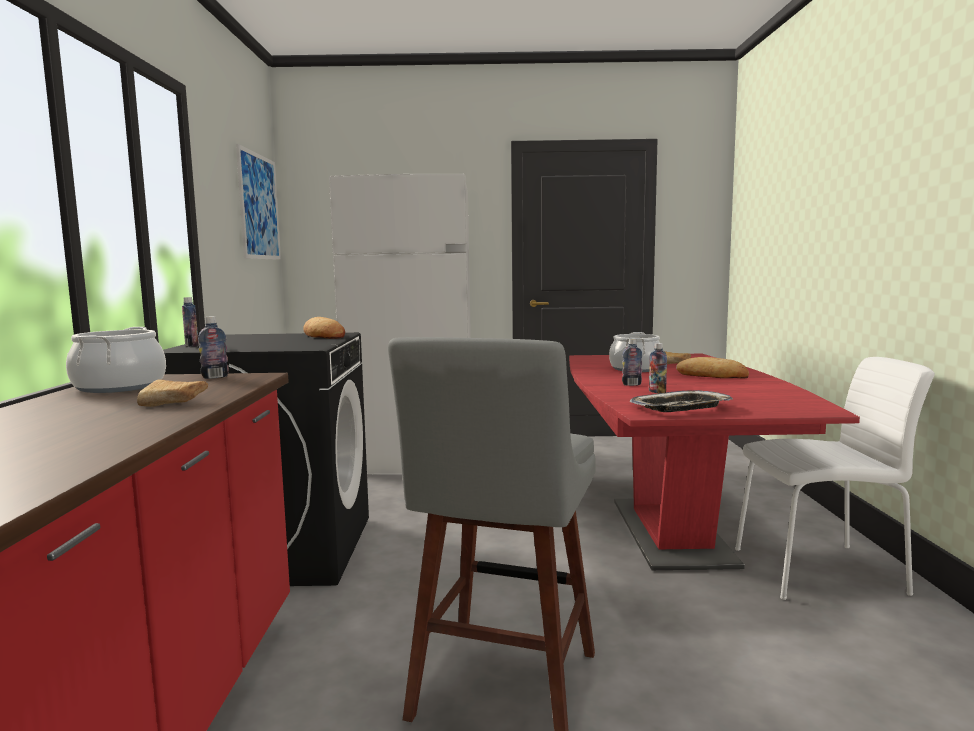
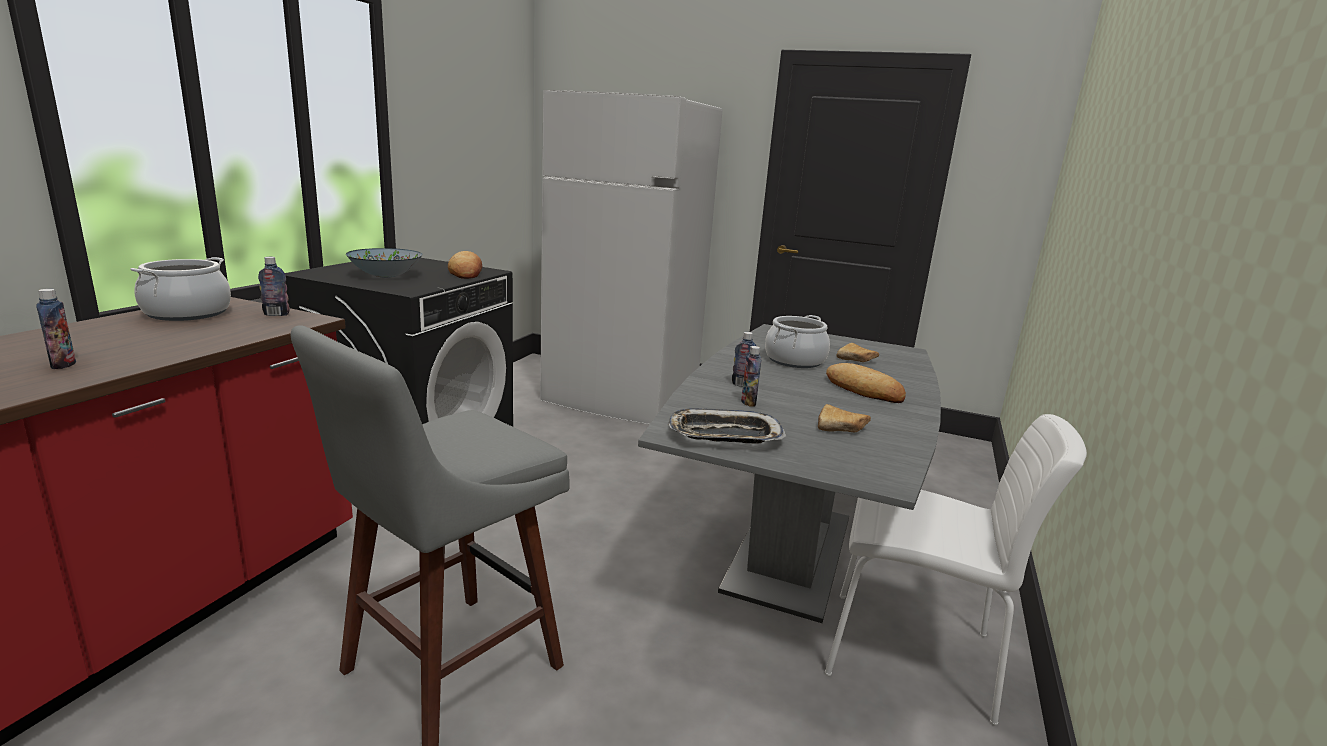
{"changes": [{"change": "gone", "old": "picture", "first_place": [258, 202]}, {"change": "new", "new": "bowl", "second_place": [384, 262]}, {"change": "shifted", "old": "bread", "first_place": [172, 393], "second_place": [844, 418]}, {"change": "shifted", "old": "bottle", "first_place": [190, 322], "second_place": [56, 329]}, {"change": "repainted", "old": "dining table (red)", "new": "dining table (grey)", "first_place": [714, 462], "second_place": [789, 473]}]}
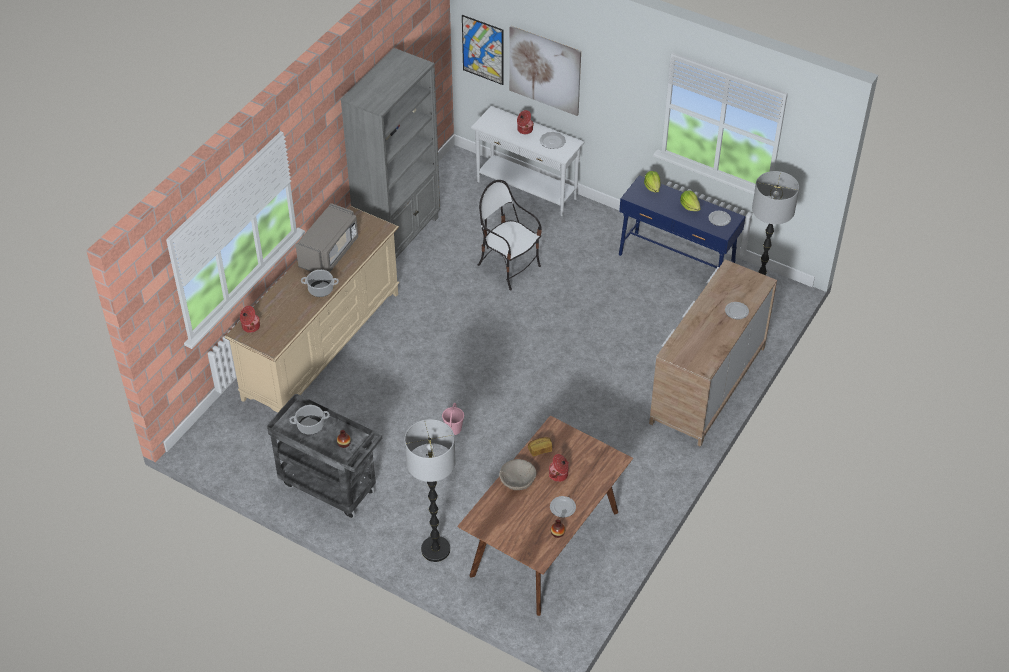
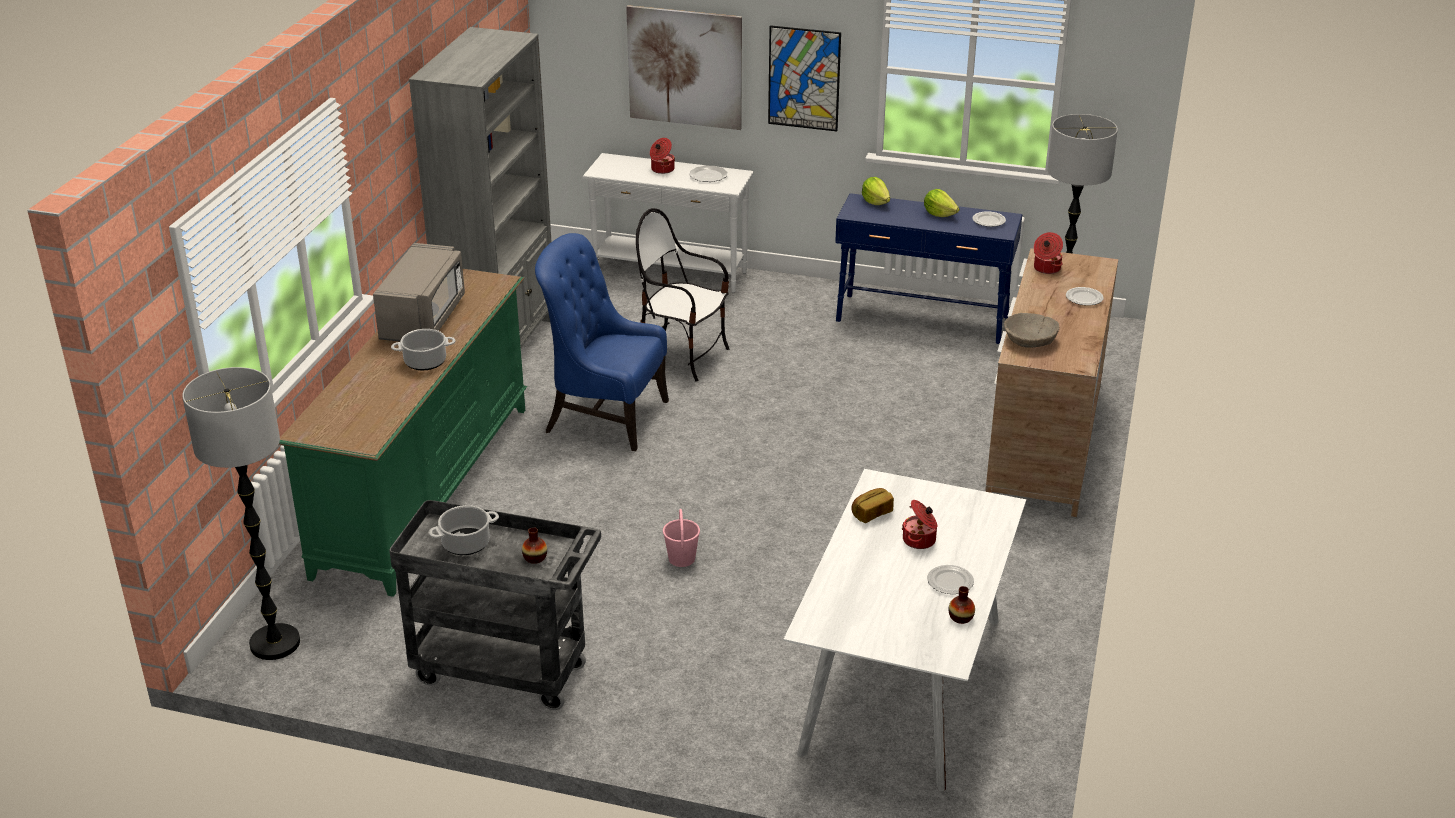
{"changes": [{"change": "new", "new": "chair (blue)", "second_place": [602, 342]}, {"change": "shifted", "old": "cooking pot", "first_place": [250, 319], "second_place": [1048, 253]}, {"change": "shifted", "old": "floor lamp", "first_place": [430, 490], "second_place": [241, 513]}, {"change": "shifted", "old": "picture", "first_place": [482, 50], "second_place": [804, 78]}, {"change": "shifted", "old": "bowl (beige)", "first_place": [517, 474], "second_place": [1031, 330]}, {"change": "repainted", "old": "cabinet (beige)", "new": "cabinet (green)", "first_place": [312, 309], "second_place": [403, 433]}, {"change": "repainted", "old": "dining table (brown)", "new": "dining table (white)", "first_place": [545, 516], "second_place": [905, 630]}]}
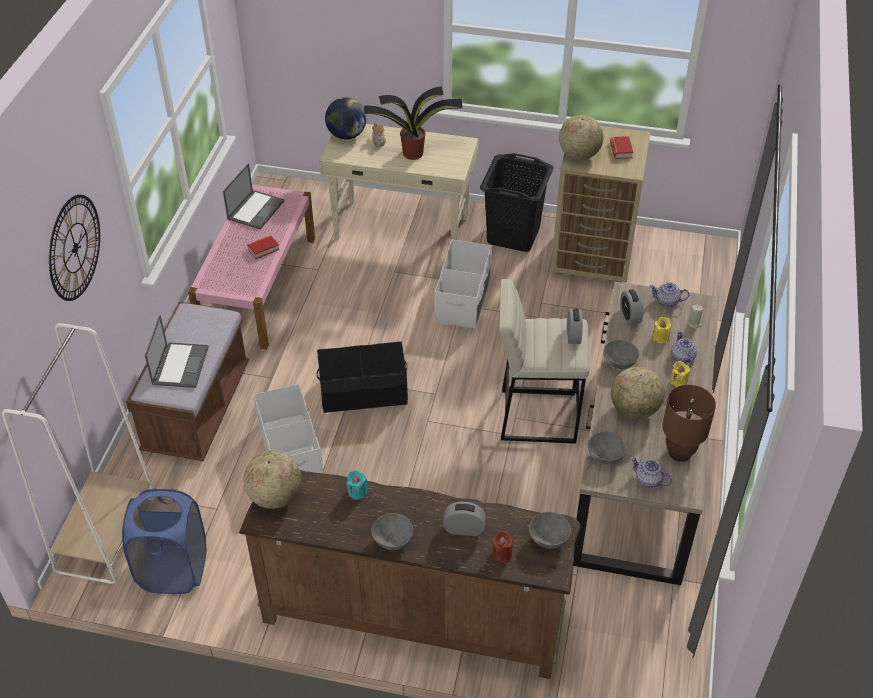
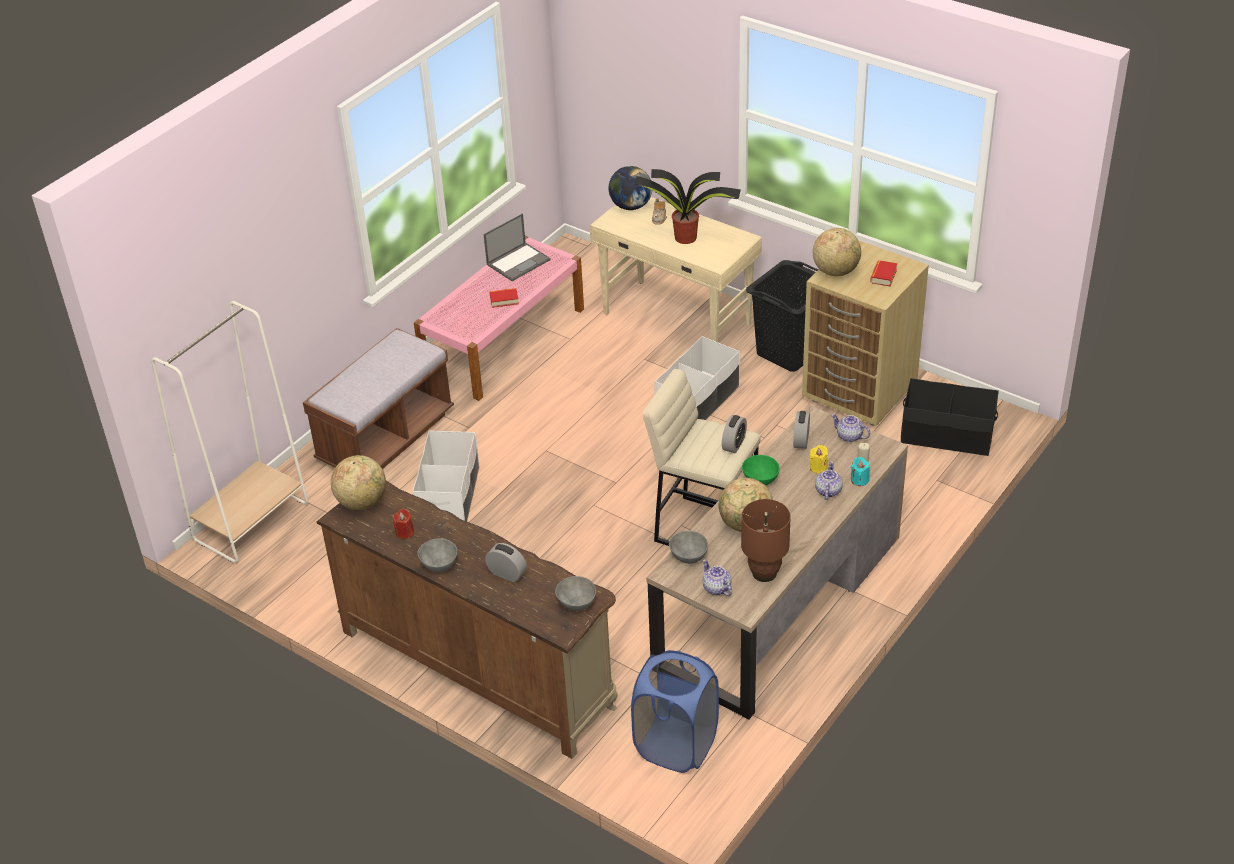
{"changes": [{"change": "gone", "old": "wall clock", "first_place": [74, 248]}, {"change": "gone", "old": "laptop", "first_place": [177, 351]}, {"change": "gone", "old": "candle (yellow)", "first_place": [680, 374]}, {"change": "shifted", "old": "laundry basket (blue)", "first_place": [164, 541], "second_place": [675, 711]}, {"change": "shifted", "old": "storage box (black)", "first_place": [362, 377], "second_place": [950, 417]}, {"change": "shifted", "old": "candle (turquoise)", "first_place": [357, 485], "second_place": [860, 471]}, {"change": "shifted", "old": "candle (red)", "first_place": [502, 546], "second_place": [403, 524]}, {"change": "repainted", "old": "bowl (grey)", "new": "bowl (green)", "first_place": [621, 354], "second_place": [761, 470]}]}
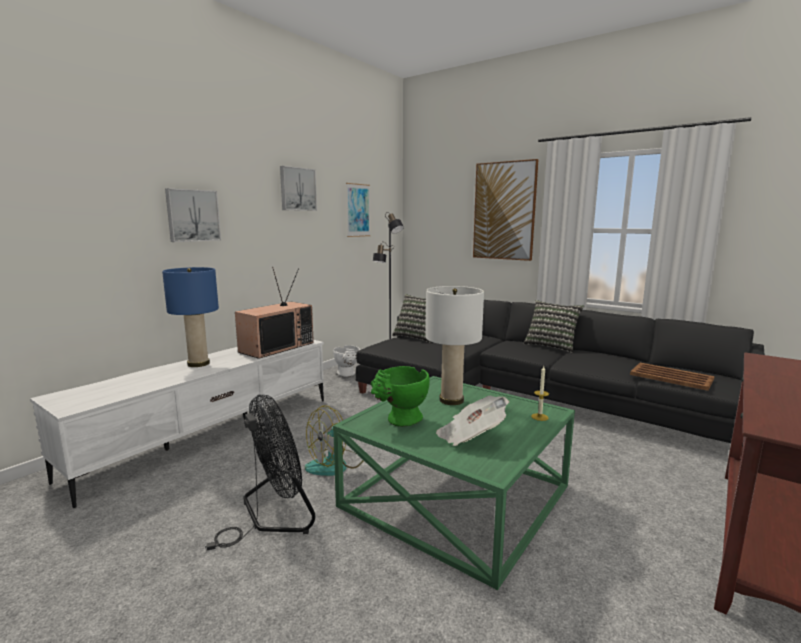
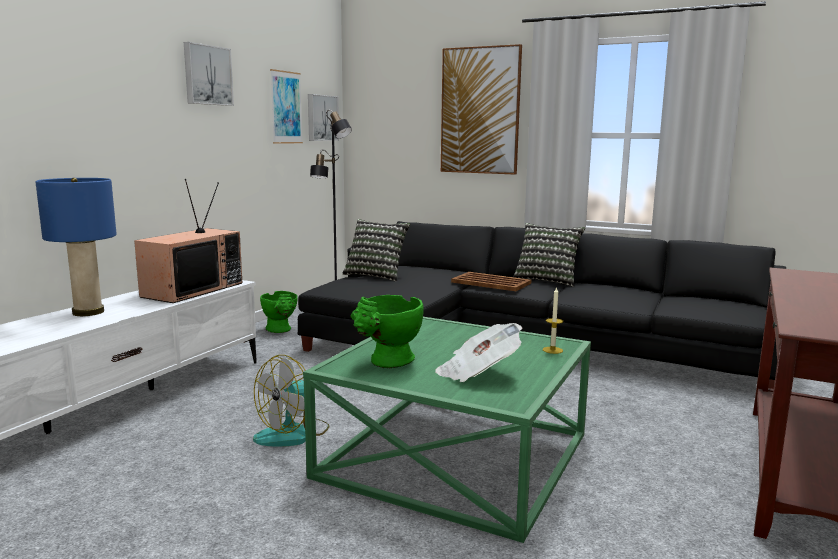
{"changes": [{"change": "gone", "old": "fan (black)", "first_place": [259, 472]}, {"change": "gone", "old": "table lamp (white)", "first_place": [454, 345]}, {"change": "shifted", "old": "picture", "first_place": [193, 215], "second_place": [323, 117]}, {"change": "shifted", "old": "tray (brown)", "first_place": [672, 377], "second_place": [491, 281]}, {"change": "repainted", "old": "vase (white)", "new": "vase (green)", "first_place": [346, 361], "second_place": [279, 312]}]}
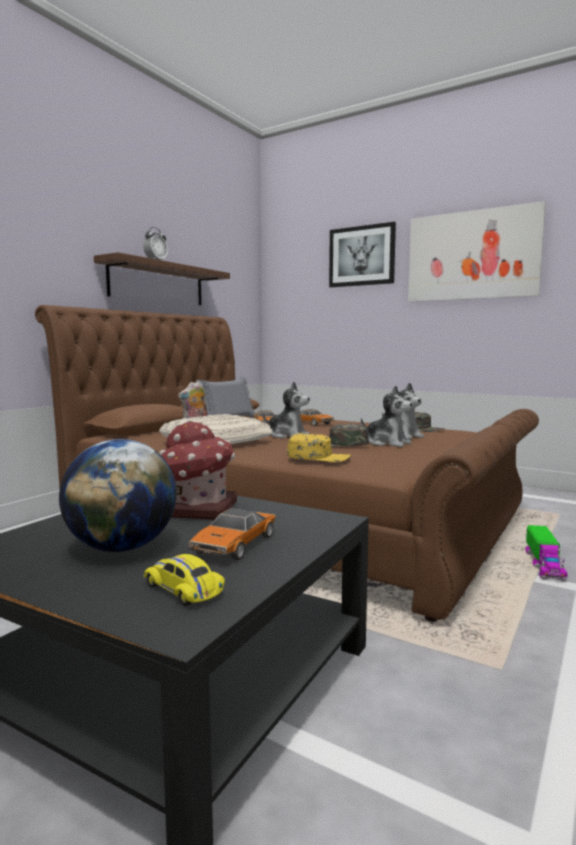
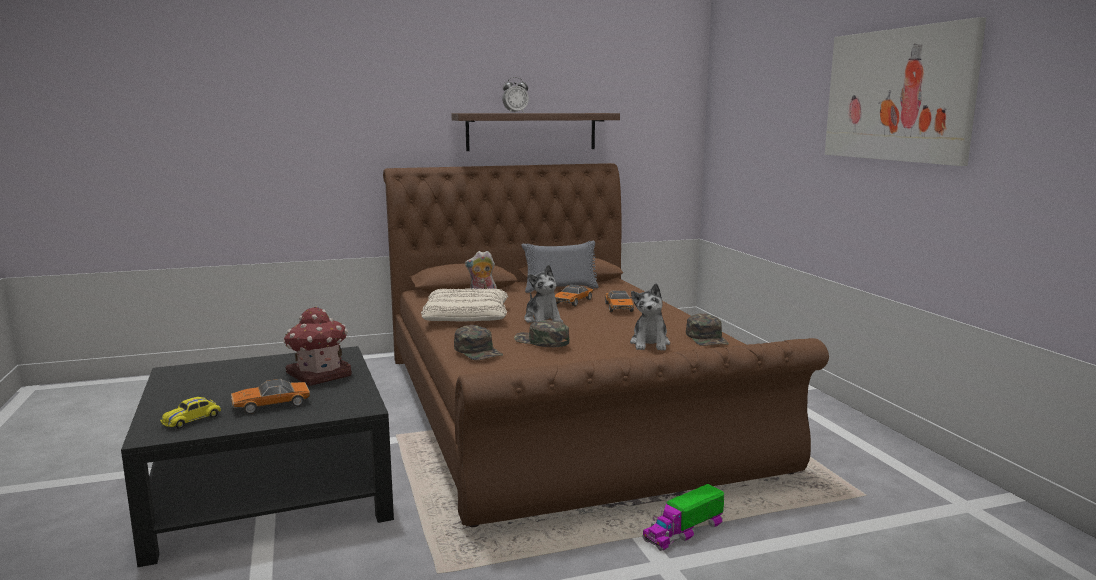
{"changes": [{"change": "gone", "old": "globe", "first_place": [118, 495]}, {"change": "gone", "old": "picture", "first_place": [362, 254]}, {"change": "gone", "old": "plush toy", "first_place": [386, 416]}, {"change": "repainted", "old": "cap (yellow)", "new": "cap (green)", "first_place": [319, 447], "second_place": [478, 342]}, {"change": "rotated", "old": "toy car (yellow)", "first_place": [184, 580], "second_place": [190, 413], "degrees": -135}]}
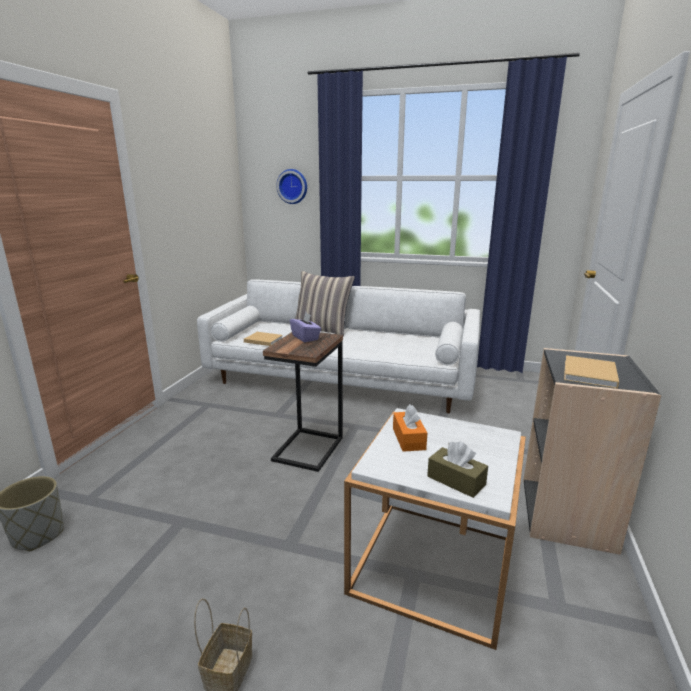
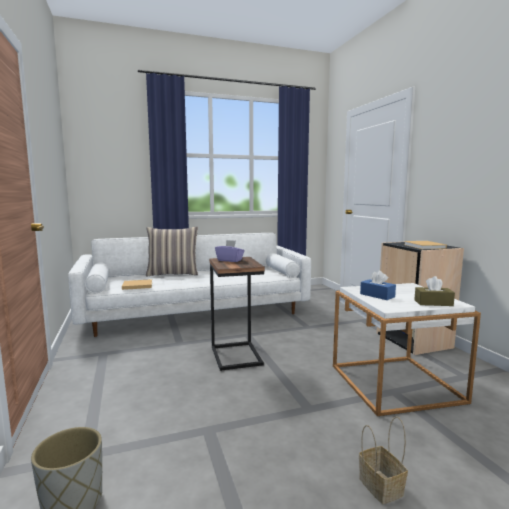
{"changes": [{"change": "gone", "old": "wall clock", "first_place": [291, 186]}, {"change": "repainted", "old": "tissue box (orange)", "new": "tissue box (blue)", "first_place": [410, 428], "second_place": [378, 285]}]}
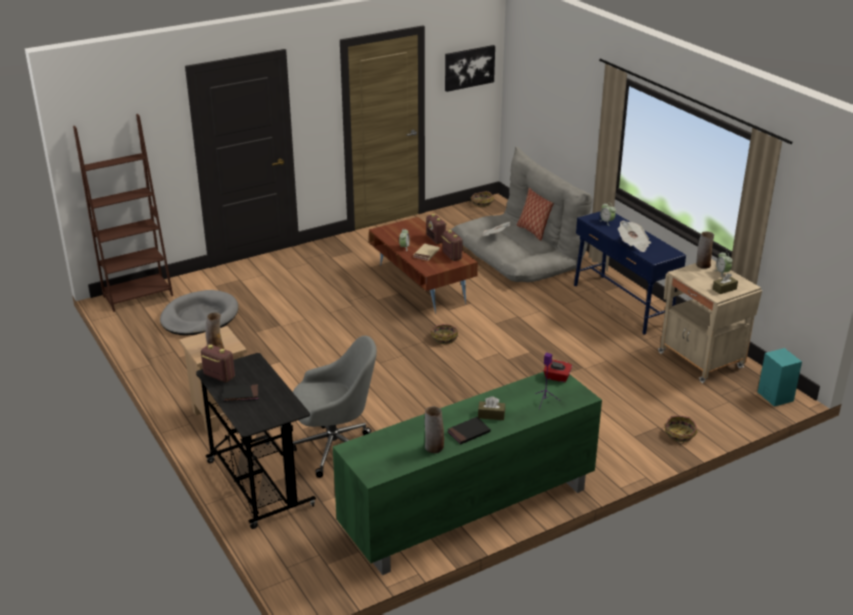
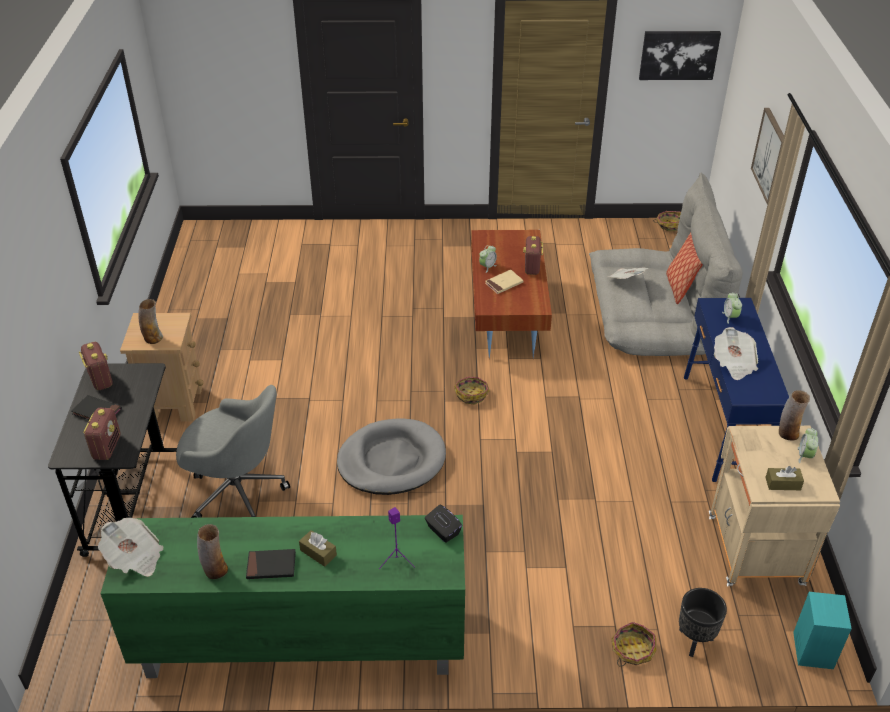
{"changes": [{"change": "gone", "old": "bookcase (brown)", "first_place": [123, 213]}, {"change": "new", "new": "newspaper", "second_place": [131, 547]}, {"change": "new", "new": "planter (black)", "second_place": [703, 622]}, {"change": "new", "new": "picture", "second_place": [767, 156]}, {"change": "shifted", "old": "dog bed (grey)", "first_place": [199, 312], "second_place": [391, 456]}, {"change": "shifted", "old": "radio", "first_place": [452, 245], "second_place": [102, 434]}, {"change": "repainted", "old": "tissue box (red)", "new": "tissue box (black)", "first_place": [557, 371], "second_place": [443, 523]}]}
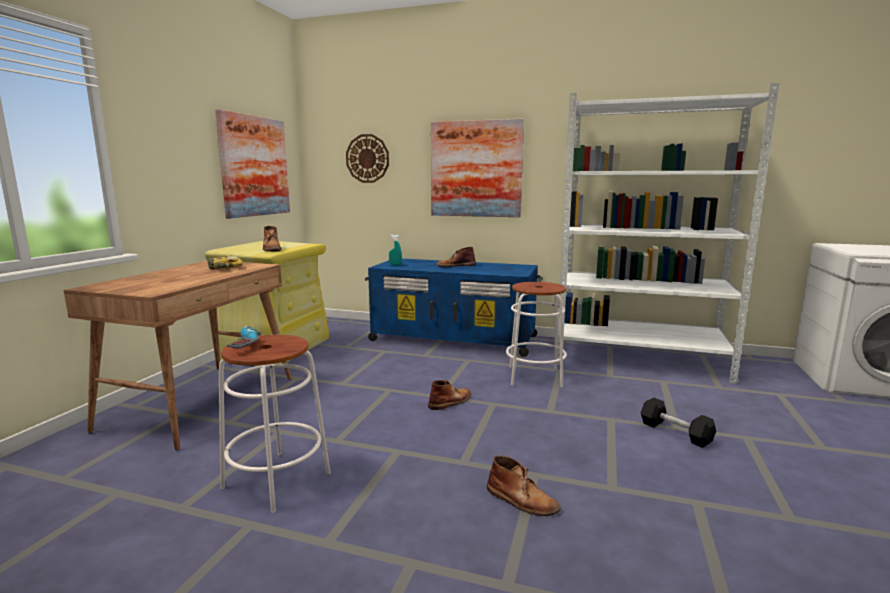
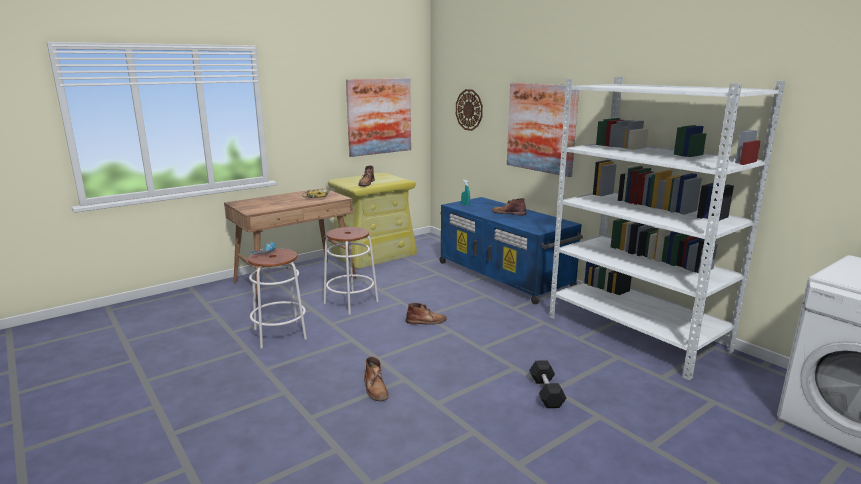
{"changes": [{"change": "shifted", "old": "stool (white)", "first_place": [536, 335], "second_place": [351, 271]}]}
